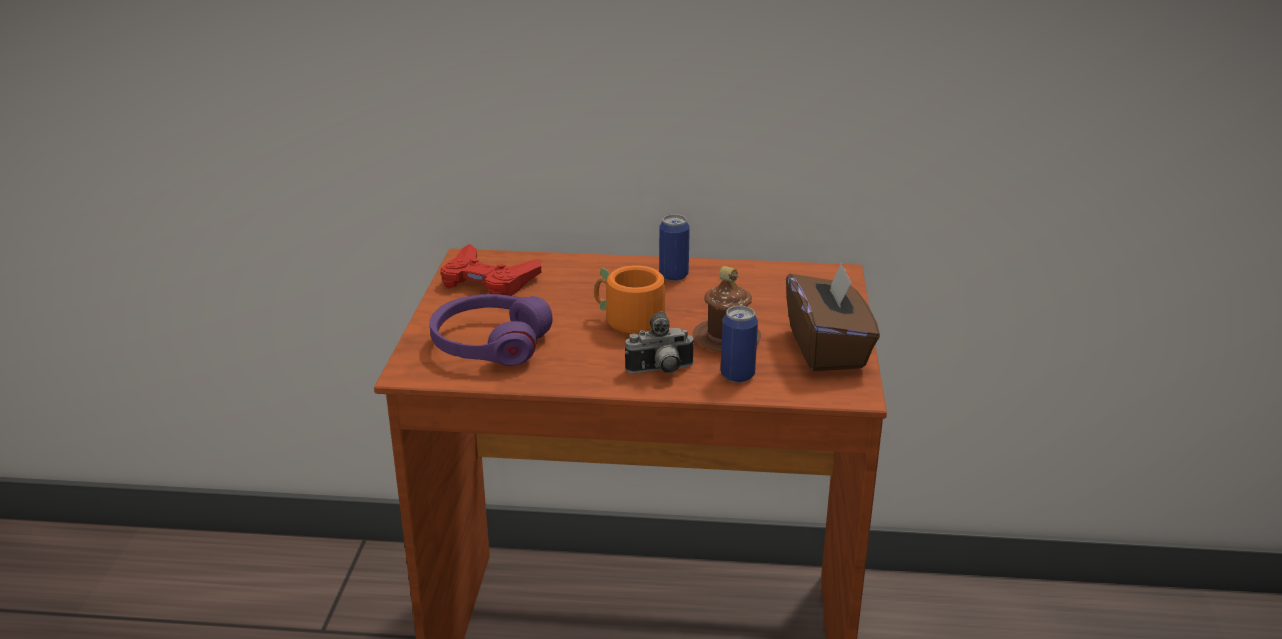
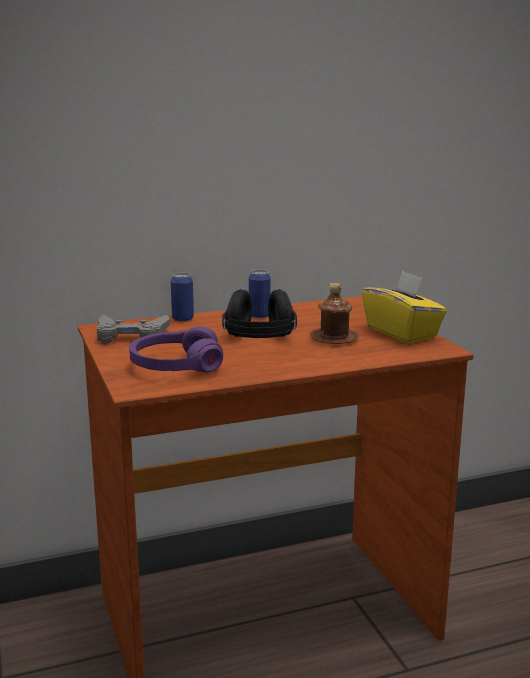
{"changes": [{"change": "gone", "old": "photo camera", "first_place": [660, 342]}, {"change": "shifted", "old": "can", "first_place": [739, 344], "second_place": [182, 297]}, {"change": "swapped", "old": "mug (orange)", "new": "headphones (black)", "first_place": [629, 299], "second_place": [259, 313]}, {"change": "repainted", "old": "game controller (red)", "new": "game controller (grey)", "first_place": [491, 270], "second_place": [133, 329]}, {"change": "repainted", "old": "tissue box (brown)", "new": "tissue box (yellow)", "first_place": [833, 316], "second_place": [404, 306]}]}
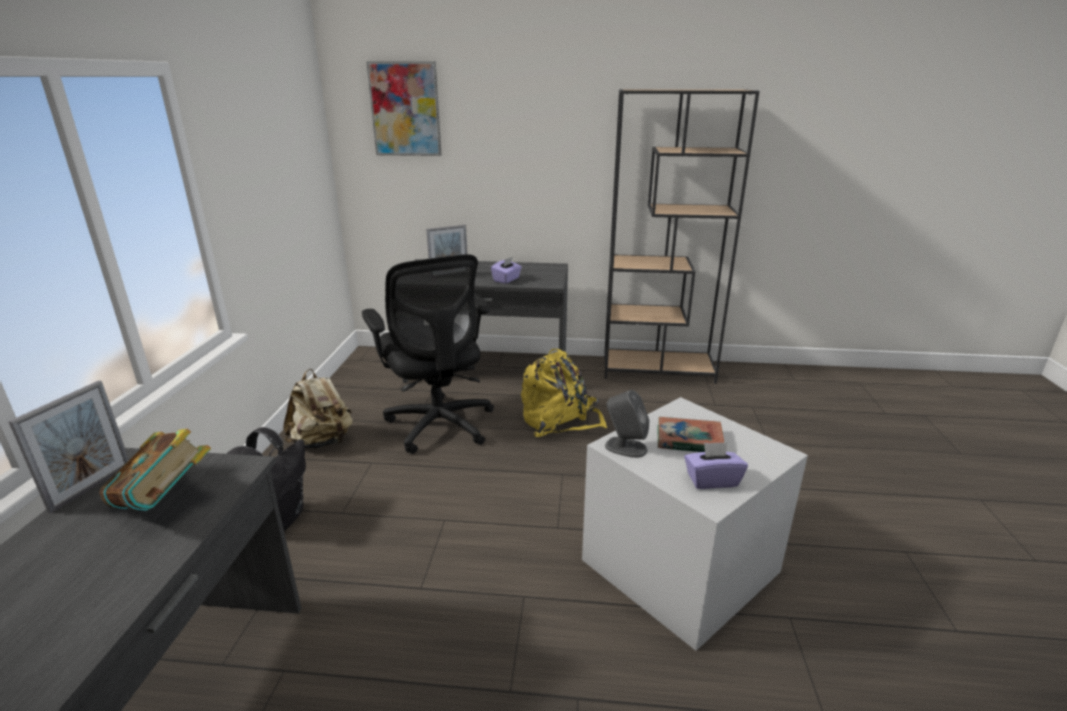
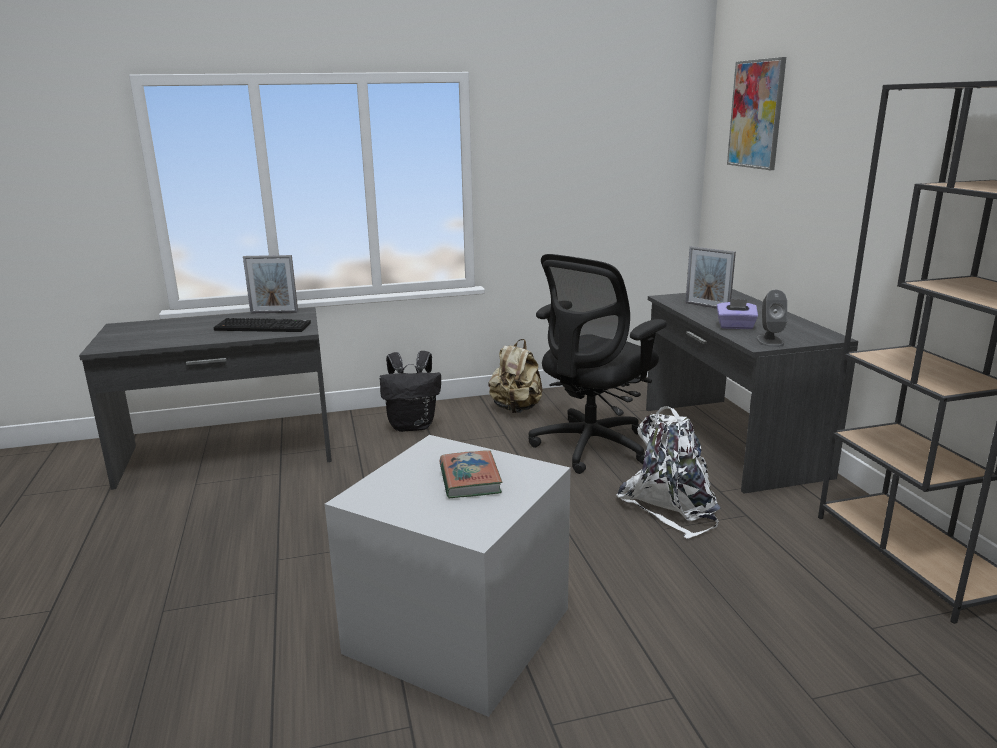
{"changes": [{"change": "gone", "old": "tissue box (purple)", "first_place": [716, 465]}, {"change": "shifted", "old": "speaker (grey)", "first_place": [627, 424], "second_place": [771, 318]}, {"change": "swapped", "old": "book", "new": "keyboard", "first_place": [155, 470], "second_place": [262, 325]}, {"change": "repainted", "old": "backpack (yellow)", "new": "backpack (white)", "first_place": [564, 393], "second_place": [669, 472]}]}
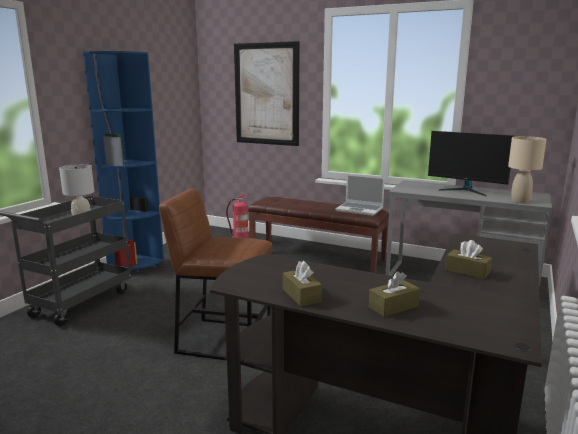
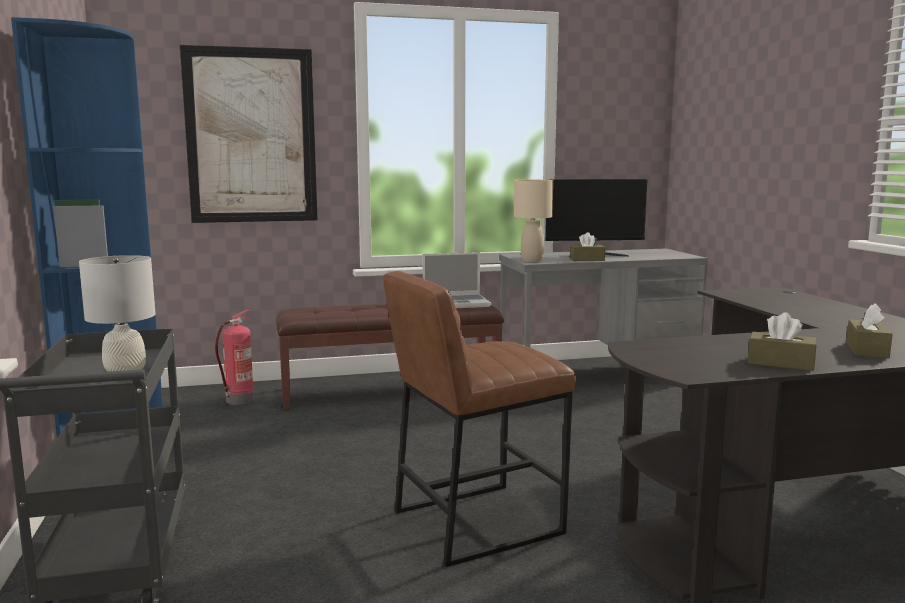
{"changes": [{"change": "shifted", "old": "tissue box (brown)", "first_place": [468, 259], "second_place": [588, 246]}, {"change": "shifted", "old": "table lamp (beige)", "first_place": [527, 169], "second_place": [533, 221]}]}
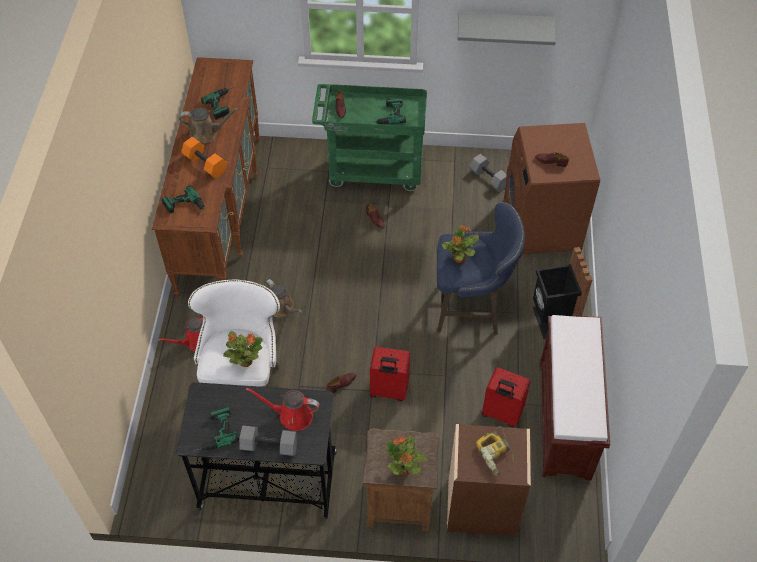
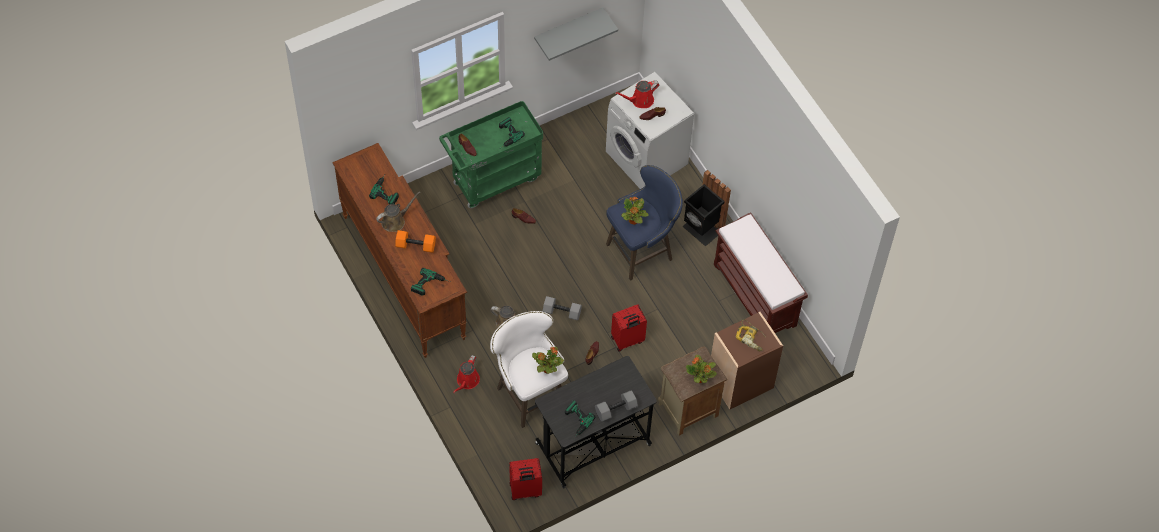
{"changes": [{"change": "shifted", "old": "watering can (red)", "first_place": [283, 409], "second_place": [637, 94]}, {"change": "shifted", "old": "dumbbell (grey)", "first_place": [488, 173], "second_place": [562, 308]}, {"change": "shifted", "old": "suitcase (red)", "first_place": [506, 397], "second_place": [525, 479]}, {"change": "repainted", "old": "washing machine (brown)", "new": "washing machine (white)", "first_place": [552, 188], "second_place": [650, 130]}]}
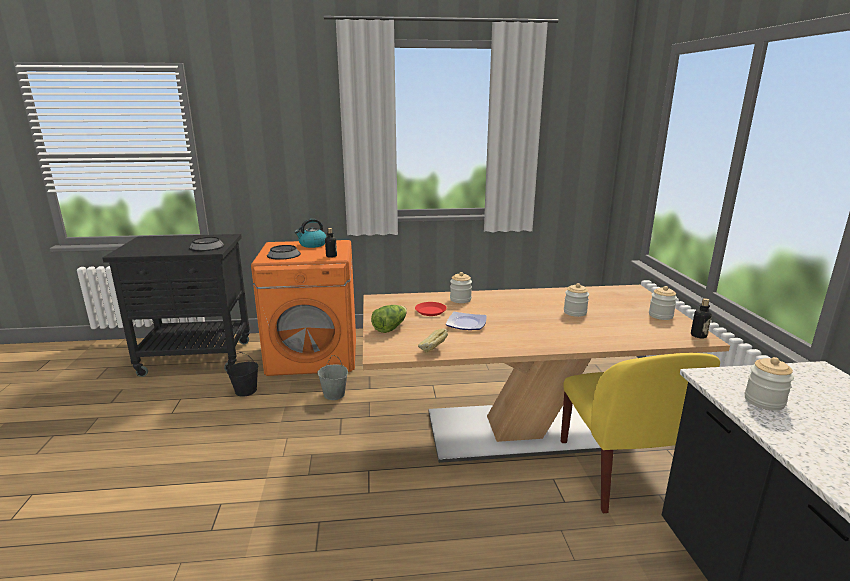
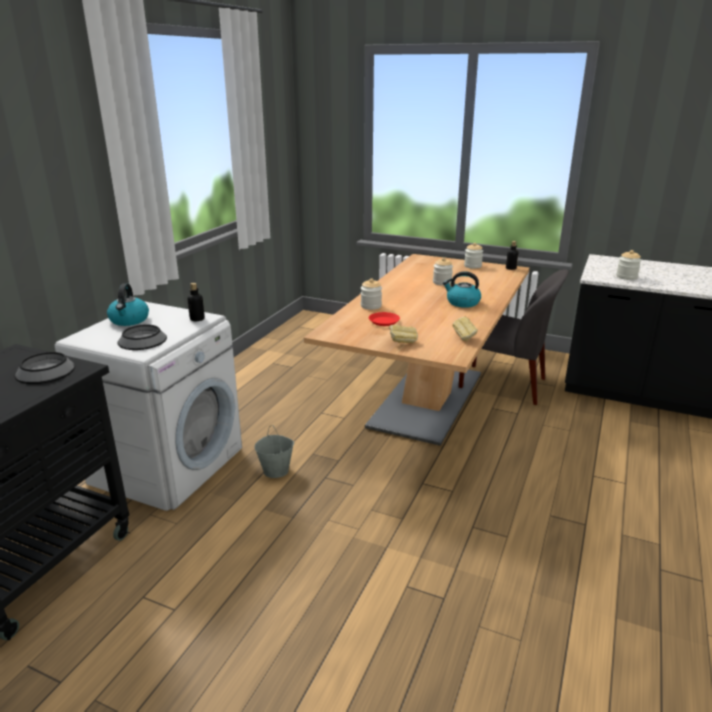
{"changes": [{"change": "gone", "old": "bucket (black)", "first_place": [242, 374]}, {"change": "gone", "old": "plate", "first_place": [466, 321]}, {"change": "new", "new": "kettle", "second_place": [462, 289]}, {"change": "swapped", "old": "lettuce", "new": "bread", "first_place": [389, 319], "second_place": [403, 334]}, {"change": "repainted", "old": "washing machine (orange)", "new": "washing machine (white)", "first_place": [303, 308], "second_place": [148, 406]}, {"change": "repainted", "old": "chair (yellow)", "new": "chair (grey)", "first_place": [640, 433], "second_place": [514, 337]}]}
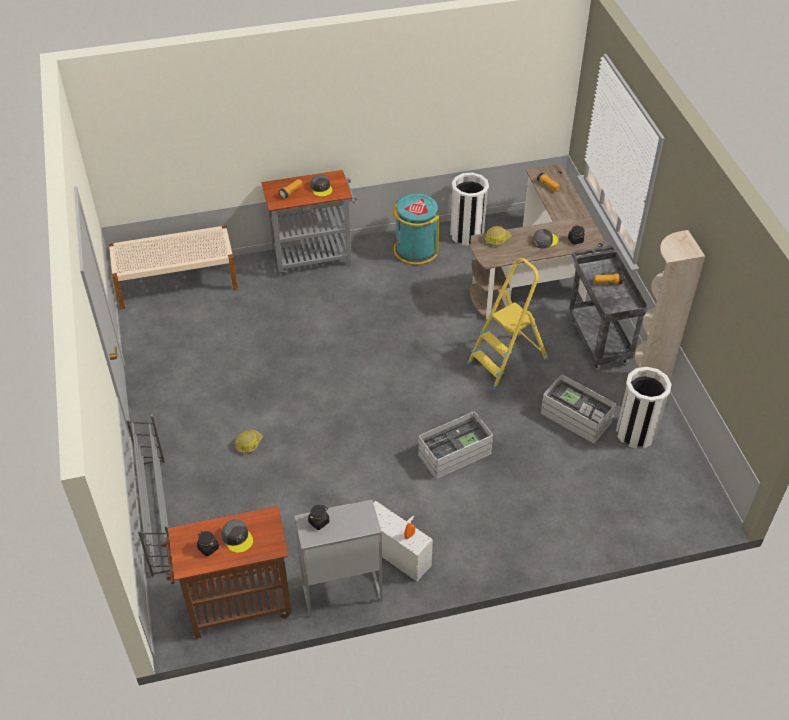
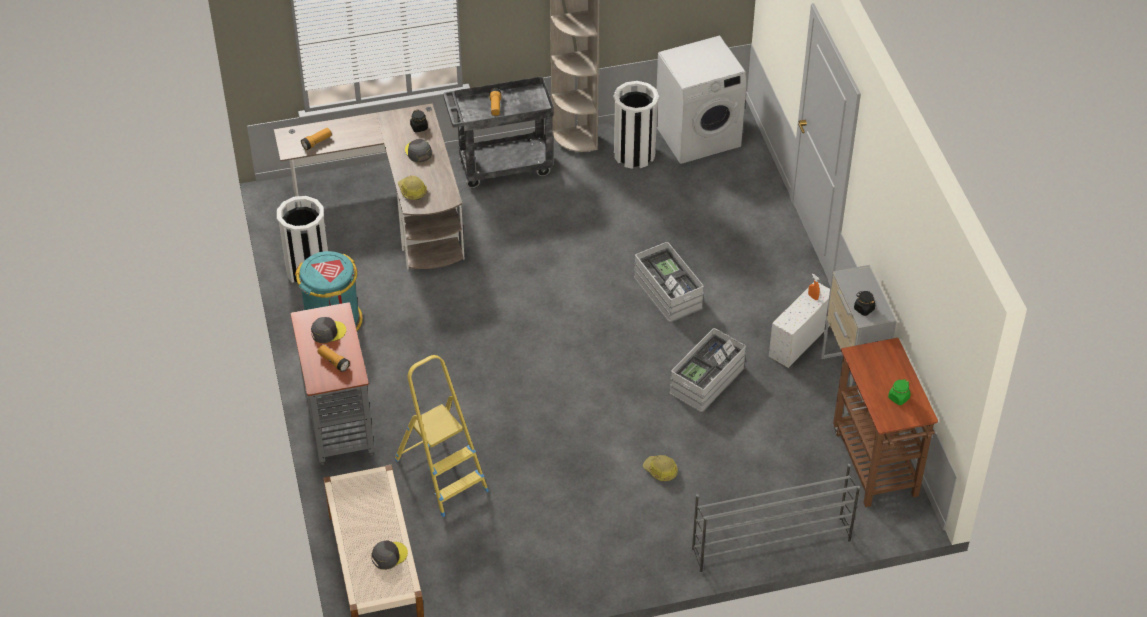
{"changes": [{"change": "new", "new": "washing machine (white)", "second_place": [701, 99]}, {"change": "shifted", "old": "cap (grey)", "first_place": [237, 536], "second_place": [389, 555]}, {"change": "shifted", "old": "step ladder (yellow)", "first_place": [507, 324], "second_place": [441, 436]}, {"change": "shifted", "old": "storage box (grey)", "first_place": [578, 409], "second_place": [708, 370]}, {"change": "repainted", "old": "jar (black)", "new": "jar (green)", "first_place": [208, 543], "second_place": [899, 392]}]}
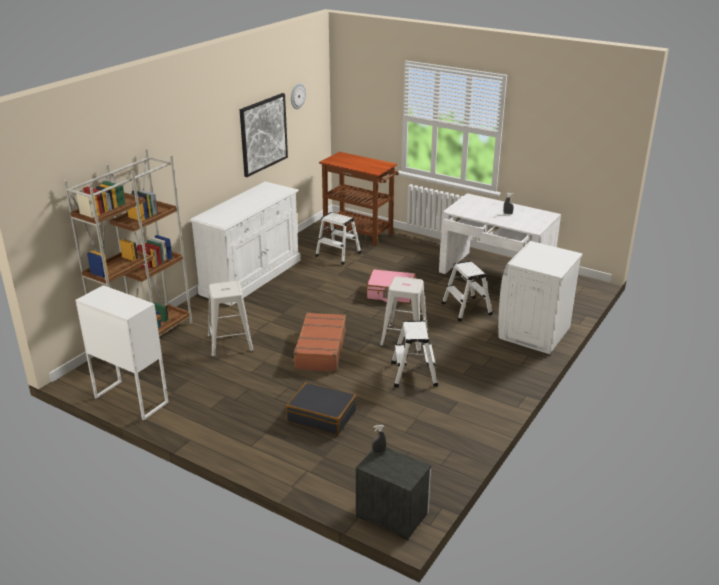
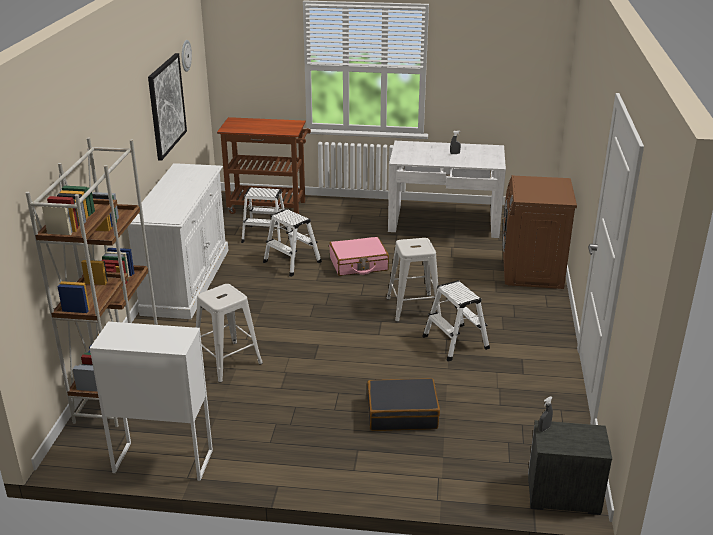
{"changes": [{"change": "gone", "old": "suitcase (brown)", "first_place": [319, 342]}, {"change": "shifted", "old": "step ladder (white)", "first_place": [467, 291], "second_place": [292, 243]}, {"change": "repainted", "old": "washing machine (white)", "new": "washing machine (brown)", "first_place": [540, 297], "second_place": [540, 232]}]}
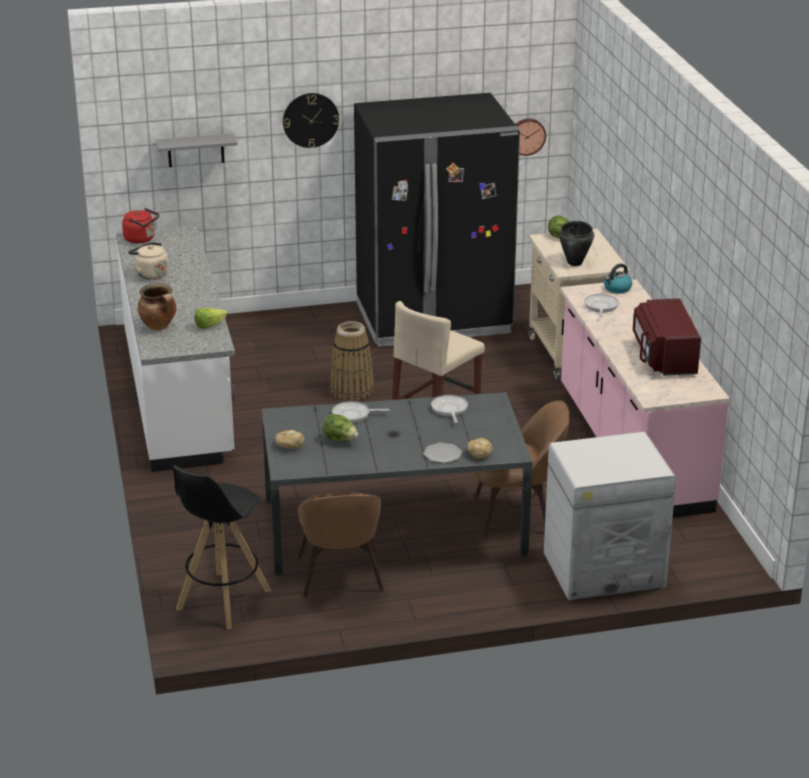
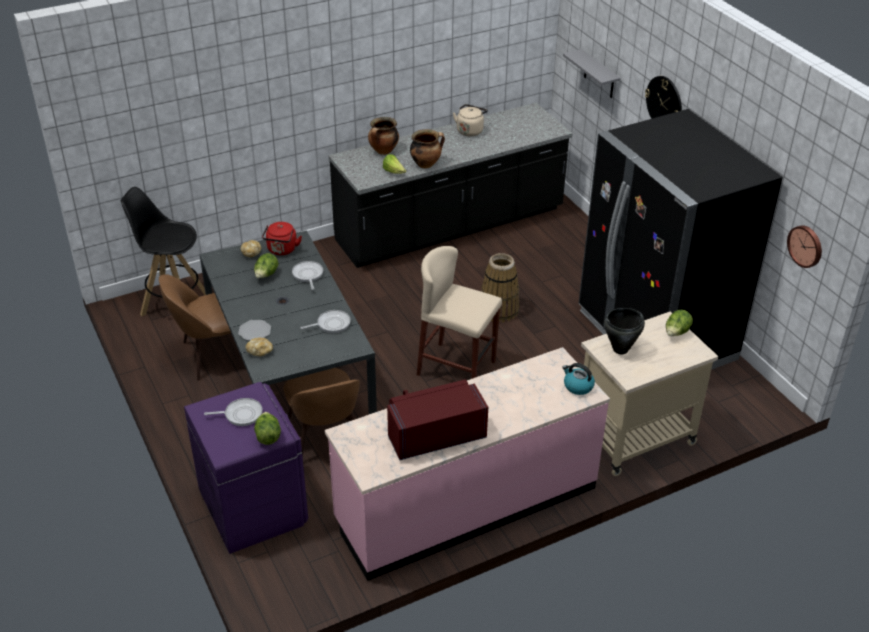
{"changes": [{"change": "new", "new": "lettuce", "second_place": [267, 428]}, {"change": "new", "new": "cooking pot", "second_place": [427, 148]}, {"change": "shifted", "old": "kettle (red)", "first_place": [140, 225], "second_place": [282, 238]}, {"change": "shifted", "old": "frying pan", "first_place": [601, 305], "second_place": [233, 412]}, {"change": "repainted", "old": "counter (white)", "new": "counter (black)", "first_place": [175, 349], "second_place": [451, 185]}, {"change": "repainted", "old": "washing machine (white)", "new": "washing machine (purple)", "first_place": [610, 516], "second_place": [246, 468]}]}
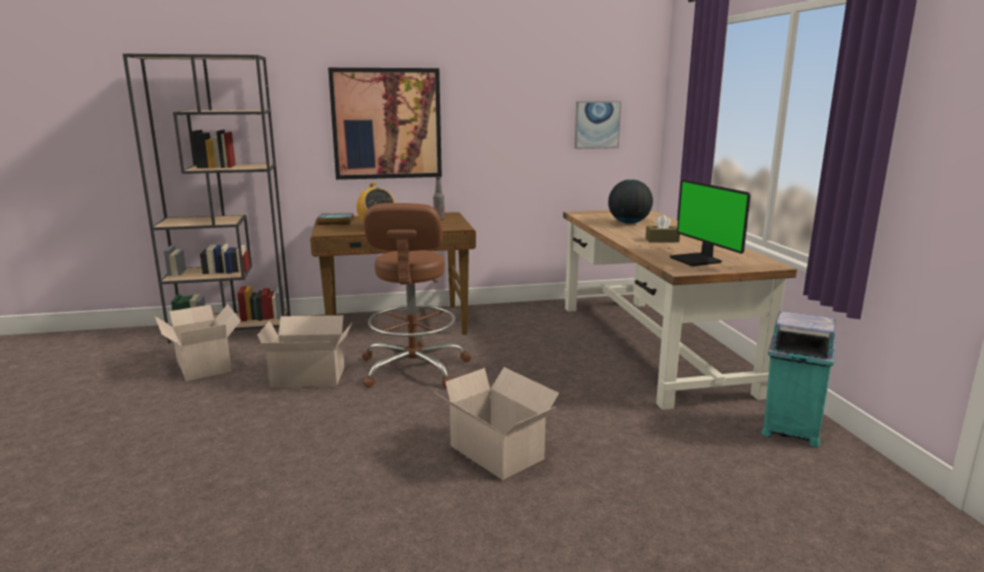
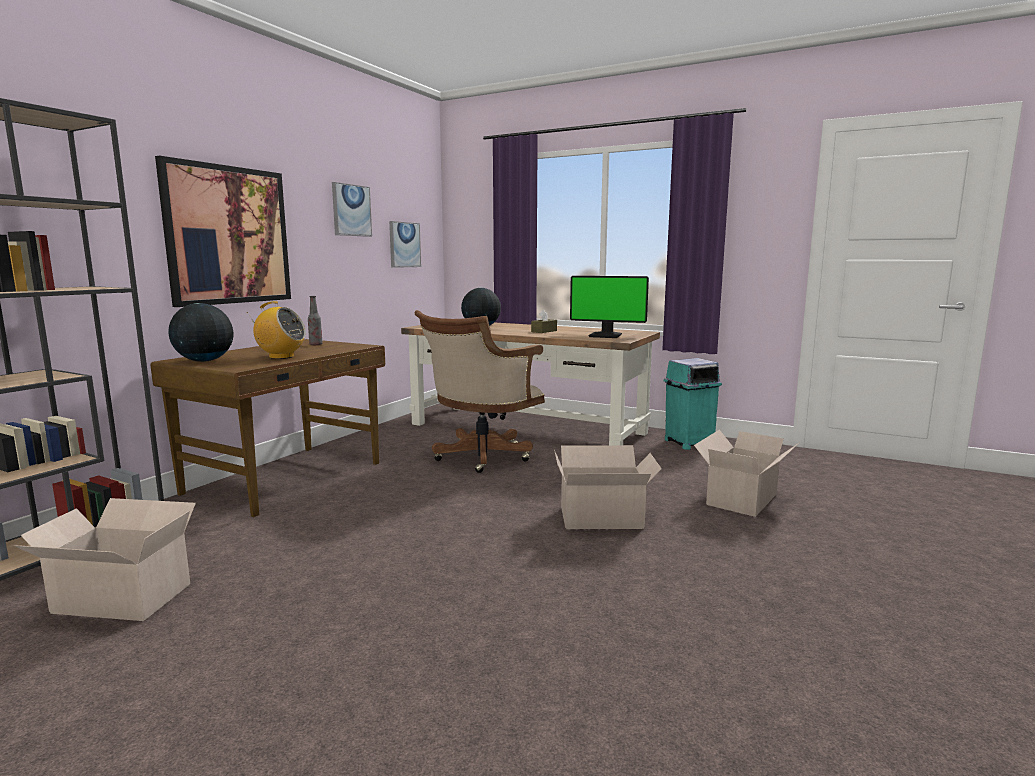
{"changes": [{"change": "gone", "old": "stool (brown)", "first_place": [416, 295]}, {"change": "new", "new": "picture", "second_place": [352, 209]}, {"change": "new", "new": "office chair", "second_place": [480, 391]}, {"change": "shifted", "old": "cardboard box", "first_place": [305, 351], "second_place": [746, 473]}, {"change": "swapped", "old": "book", "new": "globe", "first_place": [335, 219], "second_place": [200, 332]}]}
